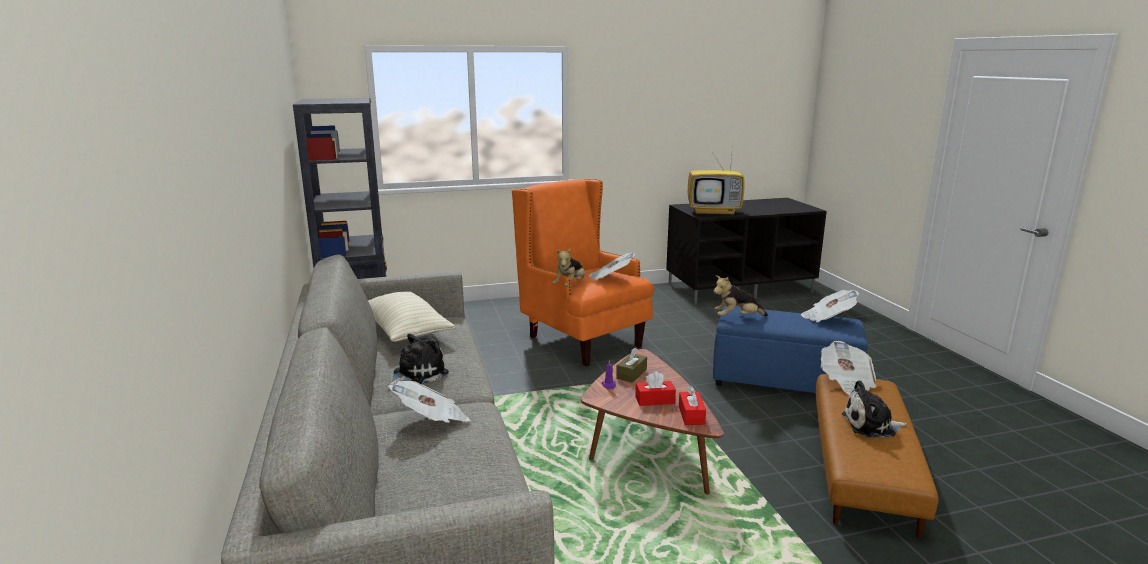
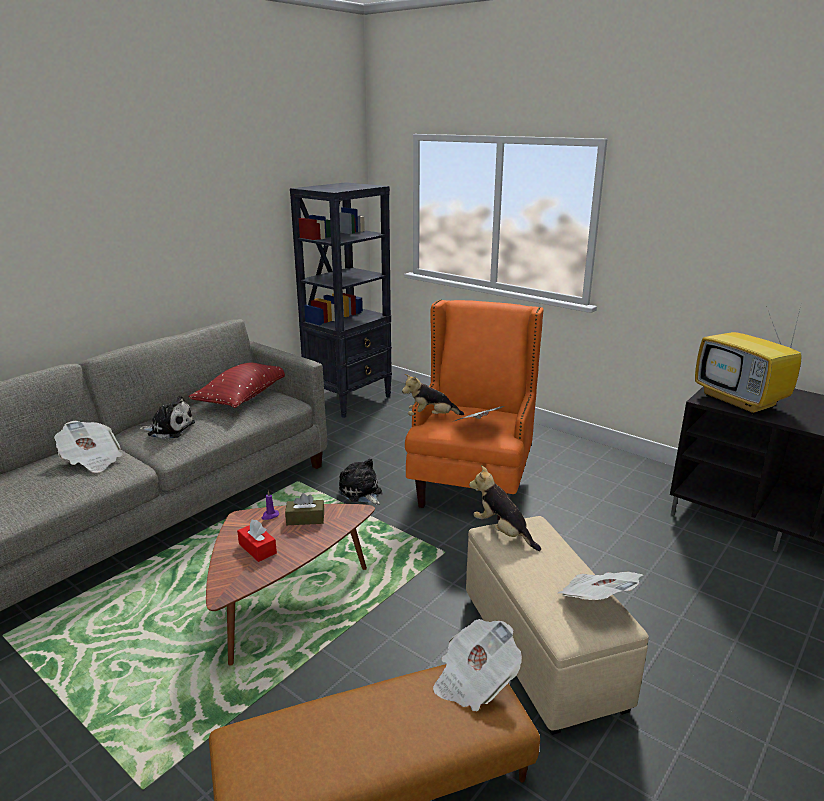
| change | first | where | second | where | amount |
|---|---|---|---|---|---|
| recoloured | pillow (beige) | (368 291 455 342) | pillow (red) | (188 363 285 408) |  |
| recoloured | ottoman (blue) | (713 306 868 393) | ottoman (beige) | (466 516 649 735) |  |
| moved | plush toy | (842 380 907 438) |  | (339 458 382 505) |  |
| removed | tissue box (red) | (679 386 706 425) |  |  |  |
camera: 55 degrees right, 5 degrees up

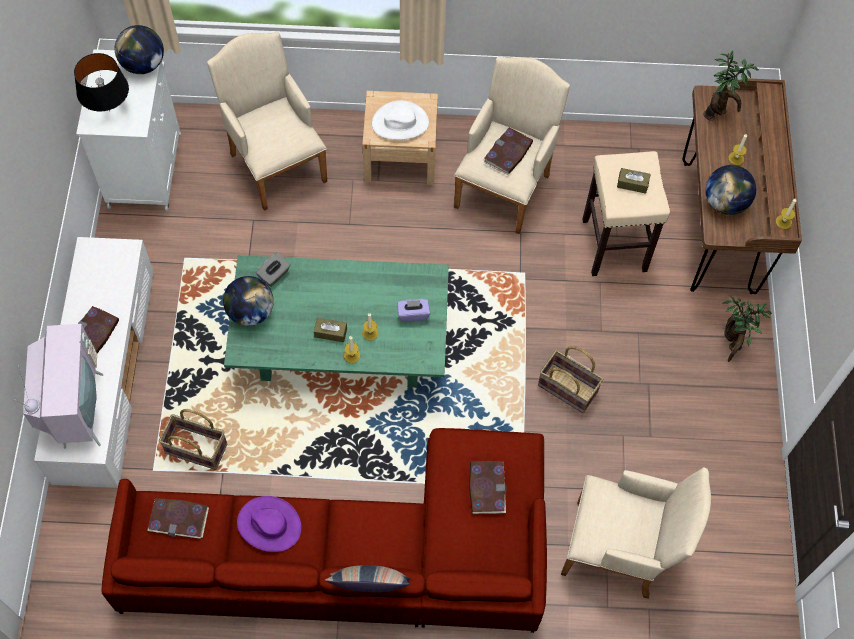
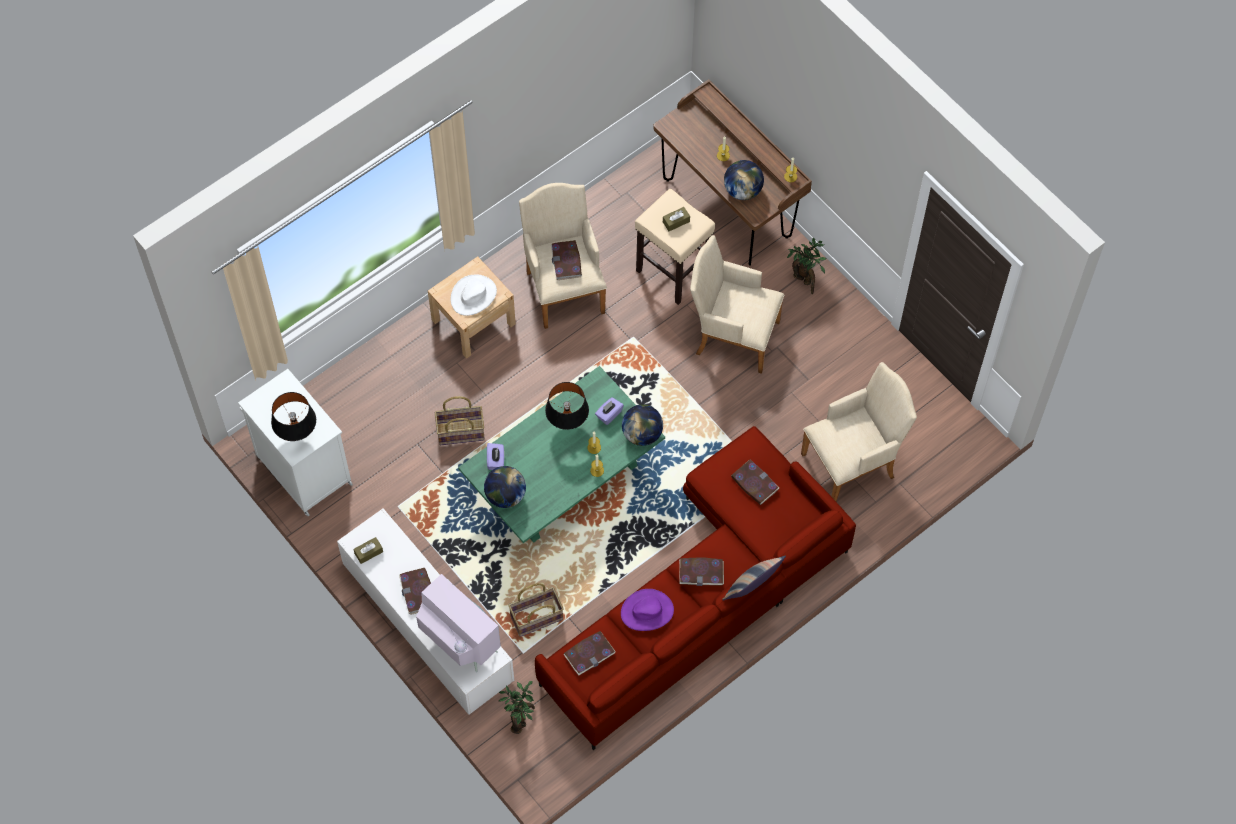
| change | first | where | second | where | amount |
|---|---|---|---|---|---|
| moved | globe | (115 25 164 74) |  | (622 404 663 446) |  |
| moved | armchair (beige) | (207 32 327 211) |  | (690 235 784 374) |  |
| moved | potted plant | (703 50 759 120) |  | (499 681 535 734) |  |
| recoloured | tissue box (grey) | (256 252 290 287) | tissue box (purple) | (487 443 504 470) |  |
| moved | tissue box (brown) | (314 318 347 342) |  | (353 537 383 564) |  |
| moved | basket | (538 346 603 413) |  | (435 396 485 445) |  |
| added |  |  | table lamp (black) | (545 382 589 430) |  |
| added |  |  | book | (679 557 724 586) |  |
camera: 40 degrees left, 0 degrees up

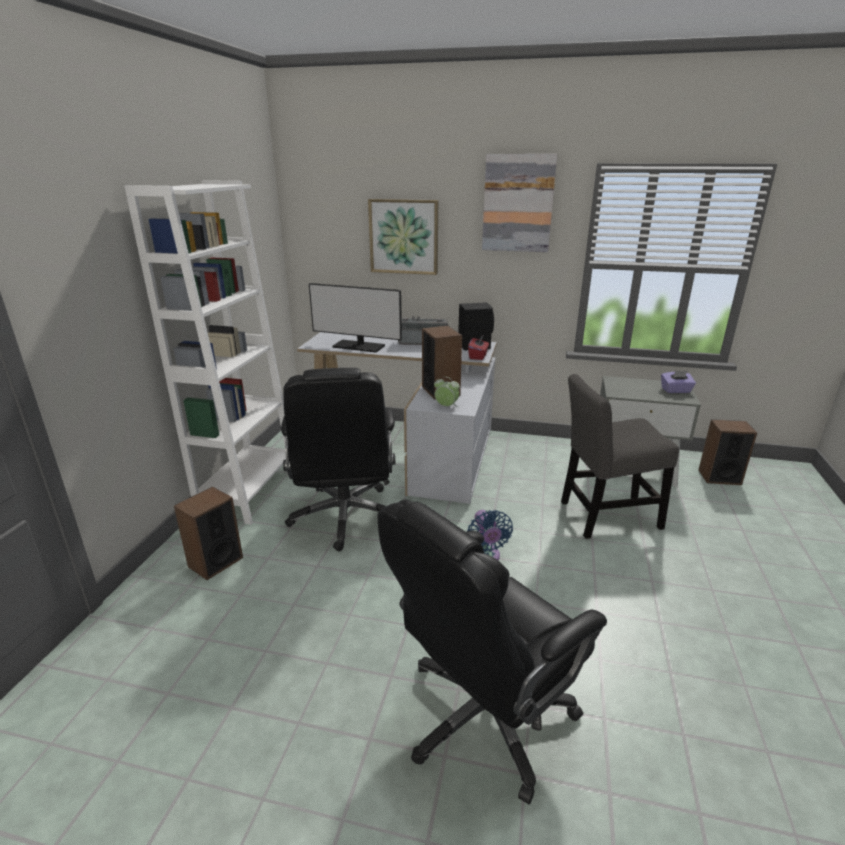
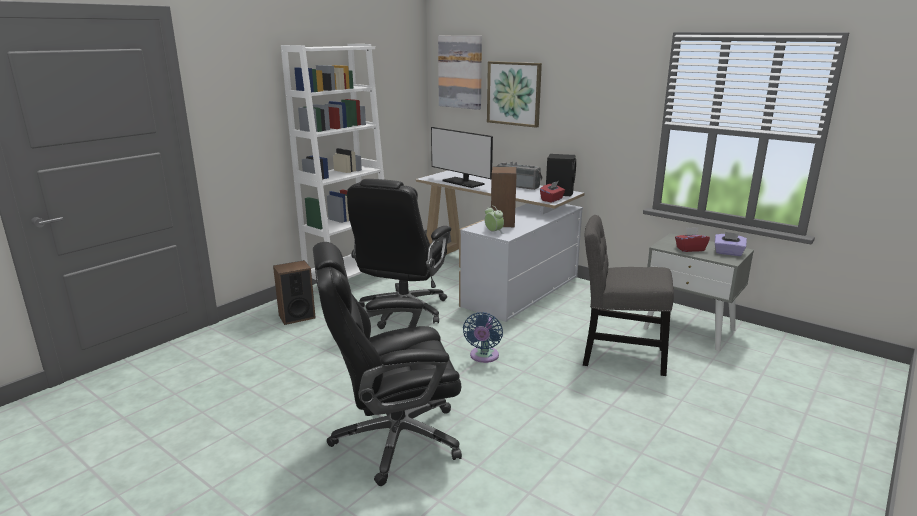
| change | first | where | second | where | amount |
|---|---|---|---|---|---|
| moved | picture | (482 154 557 252) |  | (438 36 482 110) |  |
| removed | speaker | (699 419 757 485) |  |  |  |
| added |  |  | tissue box (red) | (675 227 710 252) |  |
camera: 25 degrees right, 5 degrees down

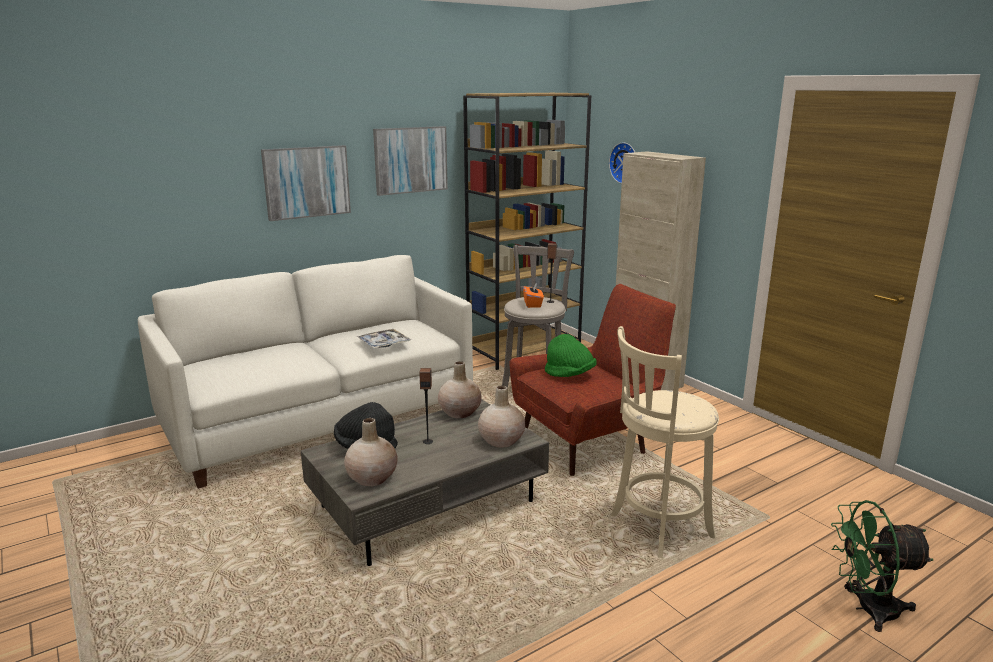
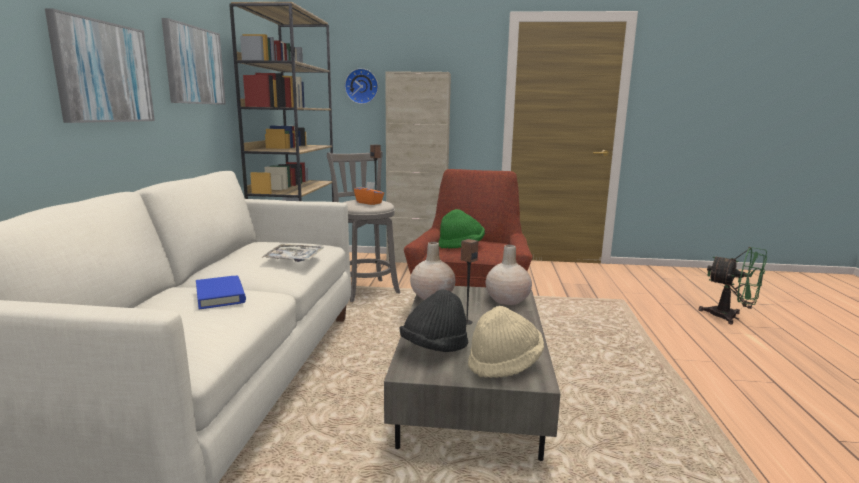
| change | first | where | second | where | amount |
|---|---|---|---|---|---|
| removed | stool (beige) | (610 326 719 558) |  |  |  |
| replaced | vase (beige) | (344 418 398 486) | hat (beige) | (468 306 544 378) |  |
| turned | fan (green) | (831 500 934 632) |  | (699 247 767 324) | 90 degrees counterclockwise |
| added |  |  | book (blue) | (196 275 246 309) |  |
camera: 50 degrees left, 5 degrees down

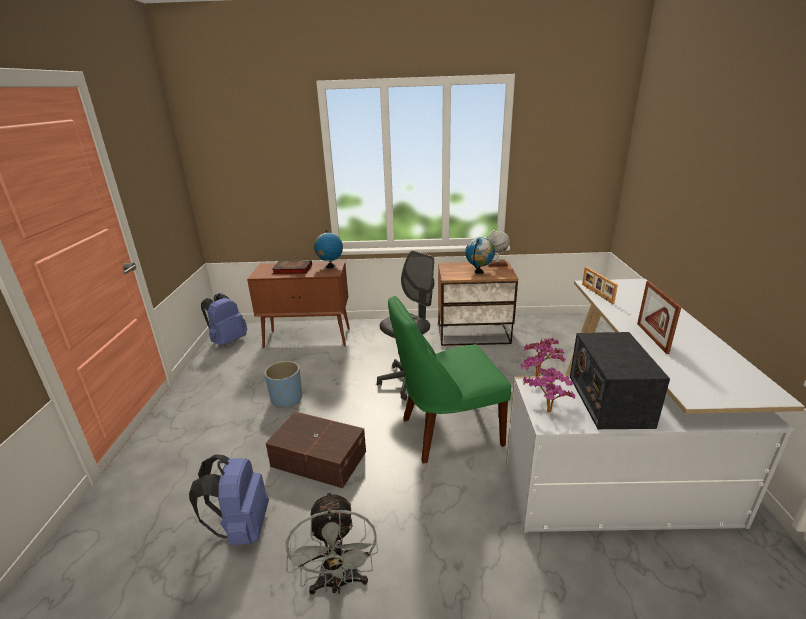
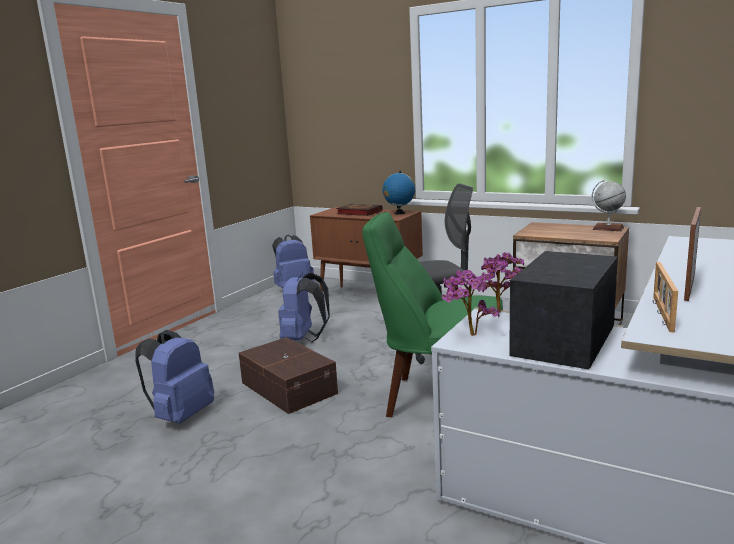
| change | first | where | second | where | amount |
|---|---|---|---|---|---|
| removed | globe | (465 237 495 274) |  |  |  |
| moved | picture frame | (582 267 618 304) |  | (653 262 678 332) |  |
| replaced | planter (blue) | (264 361 302 408) | backpack (blue) | (278 272 330 342) |  |
| removed | fan (grey) | (286 491 378 595) |  |  |  |
camera: 30 degrees right, 10 degrees down

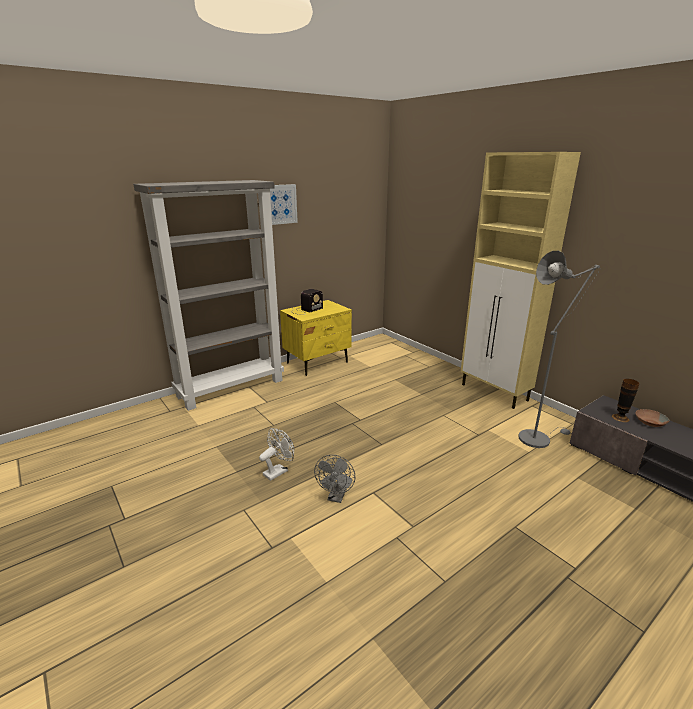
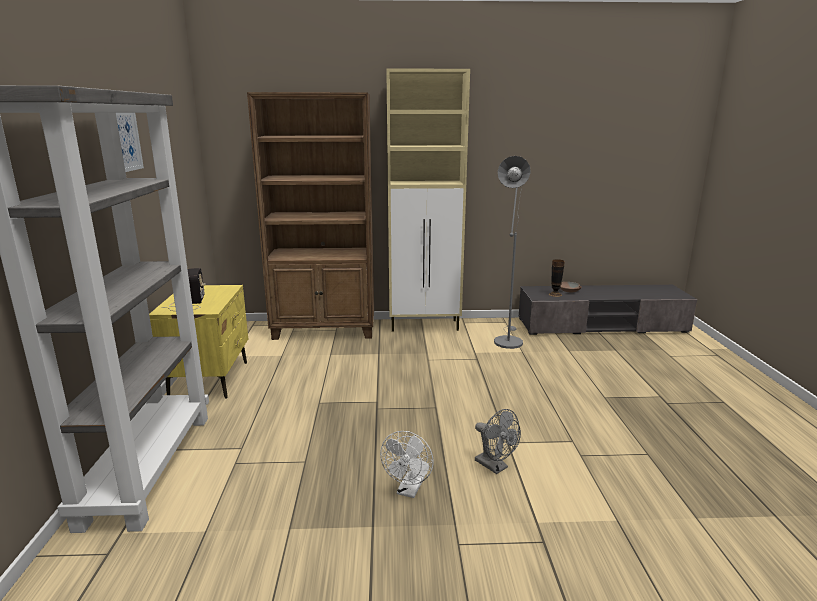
| change | first | where | second | where | amount |
|---|---|---|---|---|---|
| turned | fan (white) | (259 428 294 481) |  | (380 431 434 498) | 150 degrees counterclockwise |
| added |  |  | bookcase (brown) | (247 92 374 340) |  |
camera: 55 degrees left, 5 degrees down

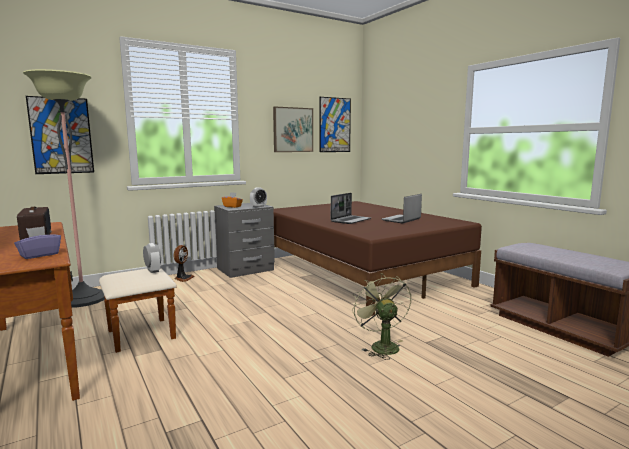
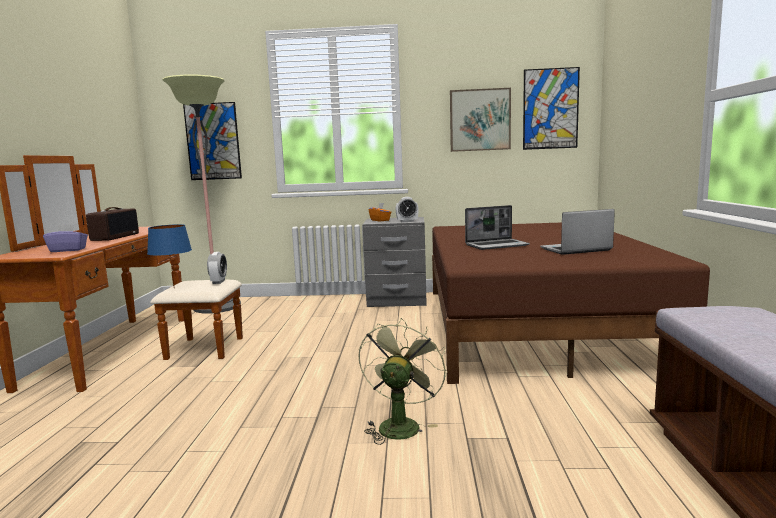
| change | first | where | second | where | amount |
|---|---|---|---|---|---|
| removed | fan | (174 245 195 282) |  |  |  |
| added |  |  | table lamp (blue) | (147 224 192 285) |  |
camera: 35 degrees right, 0 degrees up

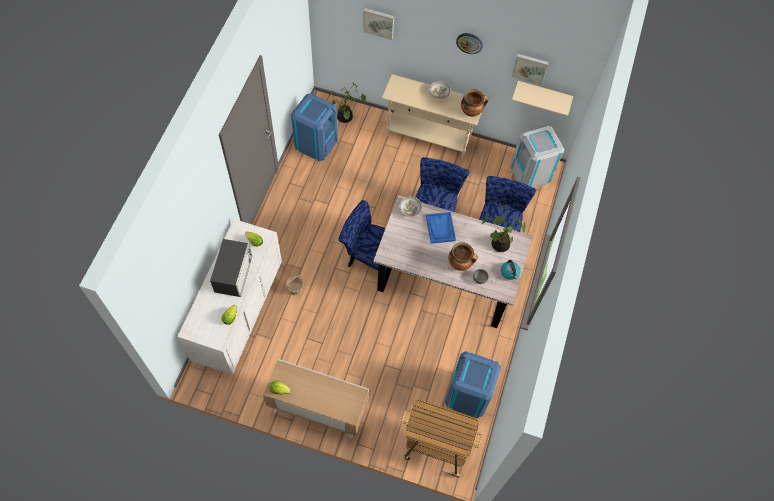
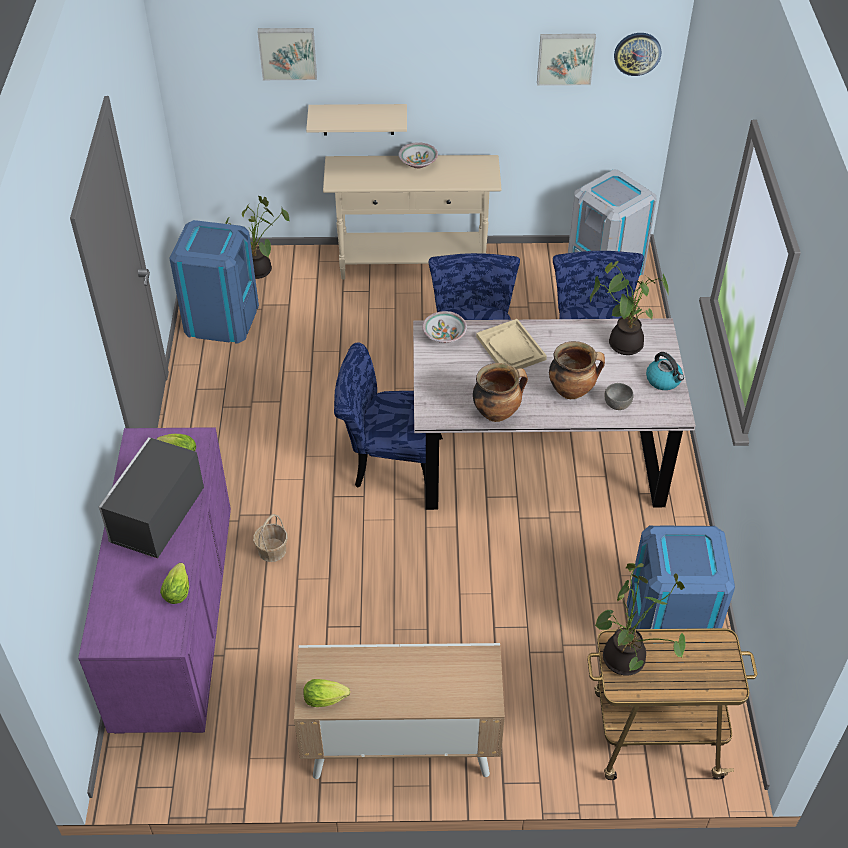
| change | first | where | second | where | amount |
|---|---|---|---|---|---|
| moved | wall clock | (456 33 483 54) |  | (614 33 661 76) |  |
| moved | shelf (beige) | (512 81 573 116) |  | (306 104 407 136) |  |
| moved | cooking pot | (461 89 488 117) |  | (473 363 528 422) |  |
| recoloured | tray (blue) | (426 212 456 244) | tray (beige) | (476 319 547 369) |  |
| recoloured | dresser (white) | (177 219 282 375) | dresser (purple) | (78 427 231 734) |  |
| turned | microwave | (210 239 253 297) |  | (99 437 204 558) | 150 degrees counterclockwise |
| added |  |  | potted plant | (594 563 686 675) |  |
camera: 15 degrees left, 15 degrees down

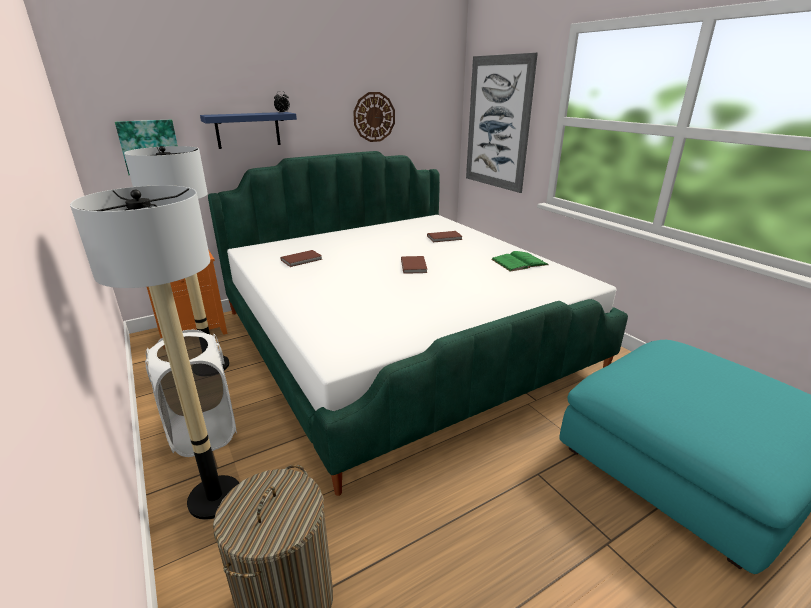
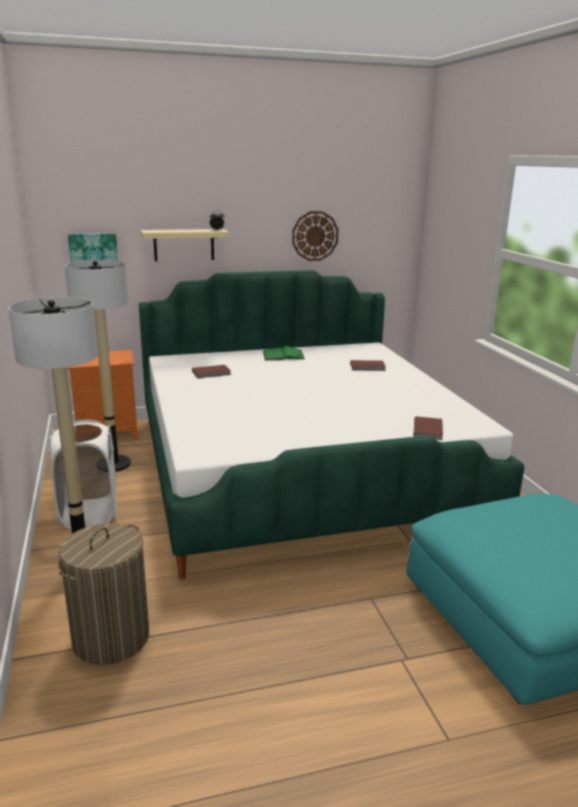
| change | first | where | second | where | amount |
|---|---|---|---|---|---|
| removed | picture | (466 53 538 193) |  |  |  |
| recoloured | shelf (blue) | (200 112 297 149) | shelf (beige) | (141 229 229 261) |  |
| moved | book (green) | (491 251 548 271) |  | (263 346 305 360) |  |
| moved | book (brown) | (401 256 427 274) |  | (413 416 443 440) |  |
camera: 15 degrees right, 5 degrees down

